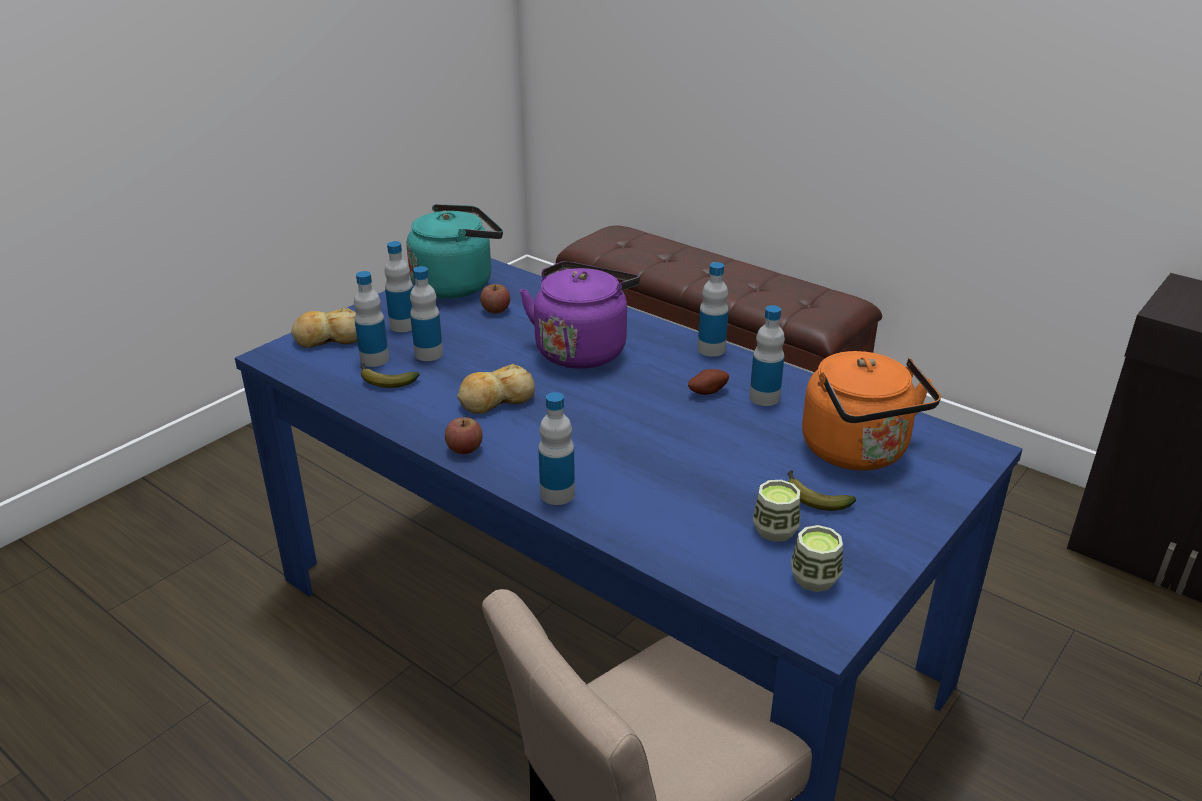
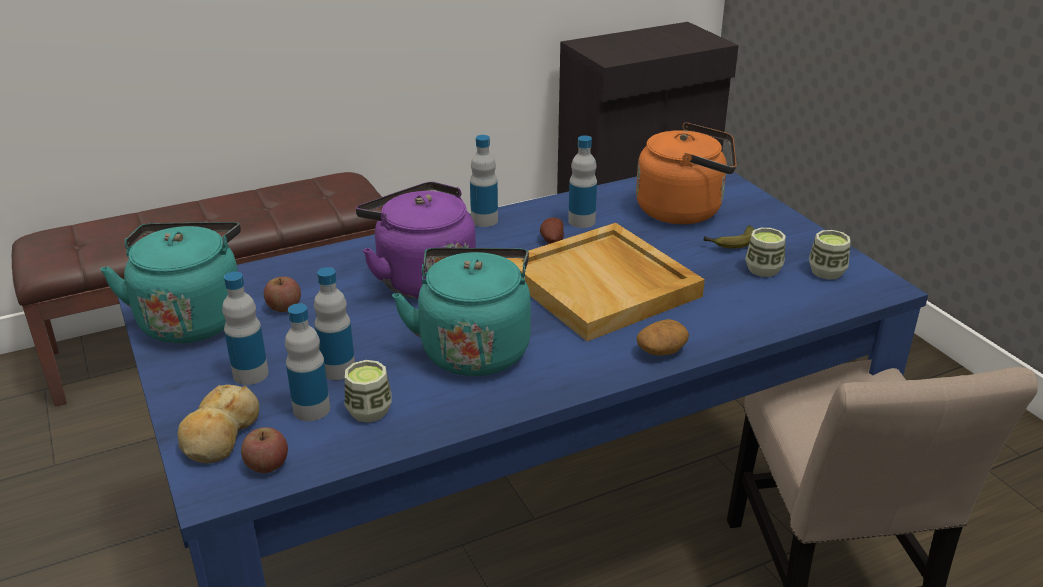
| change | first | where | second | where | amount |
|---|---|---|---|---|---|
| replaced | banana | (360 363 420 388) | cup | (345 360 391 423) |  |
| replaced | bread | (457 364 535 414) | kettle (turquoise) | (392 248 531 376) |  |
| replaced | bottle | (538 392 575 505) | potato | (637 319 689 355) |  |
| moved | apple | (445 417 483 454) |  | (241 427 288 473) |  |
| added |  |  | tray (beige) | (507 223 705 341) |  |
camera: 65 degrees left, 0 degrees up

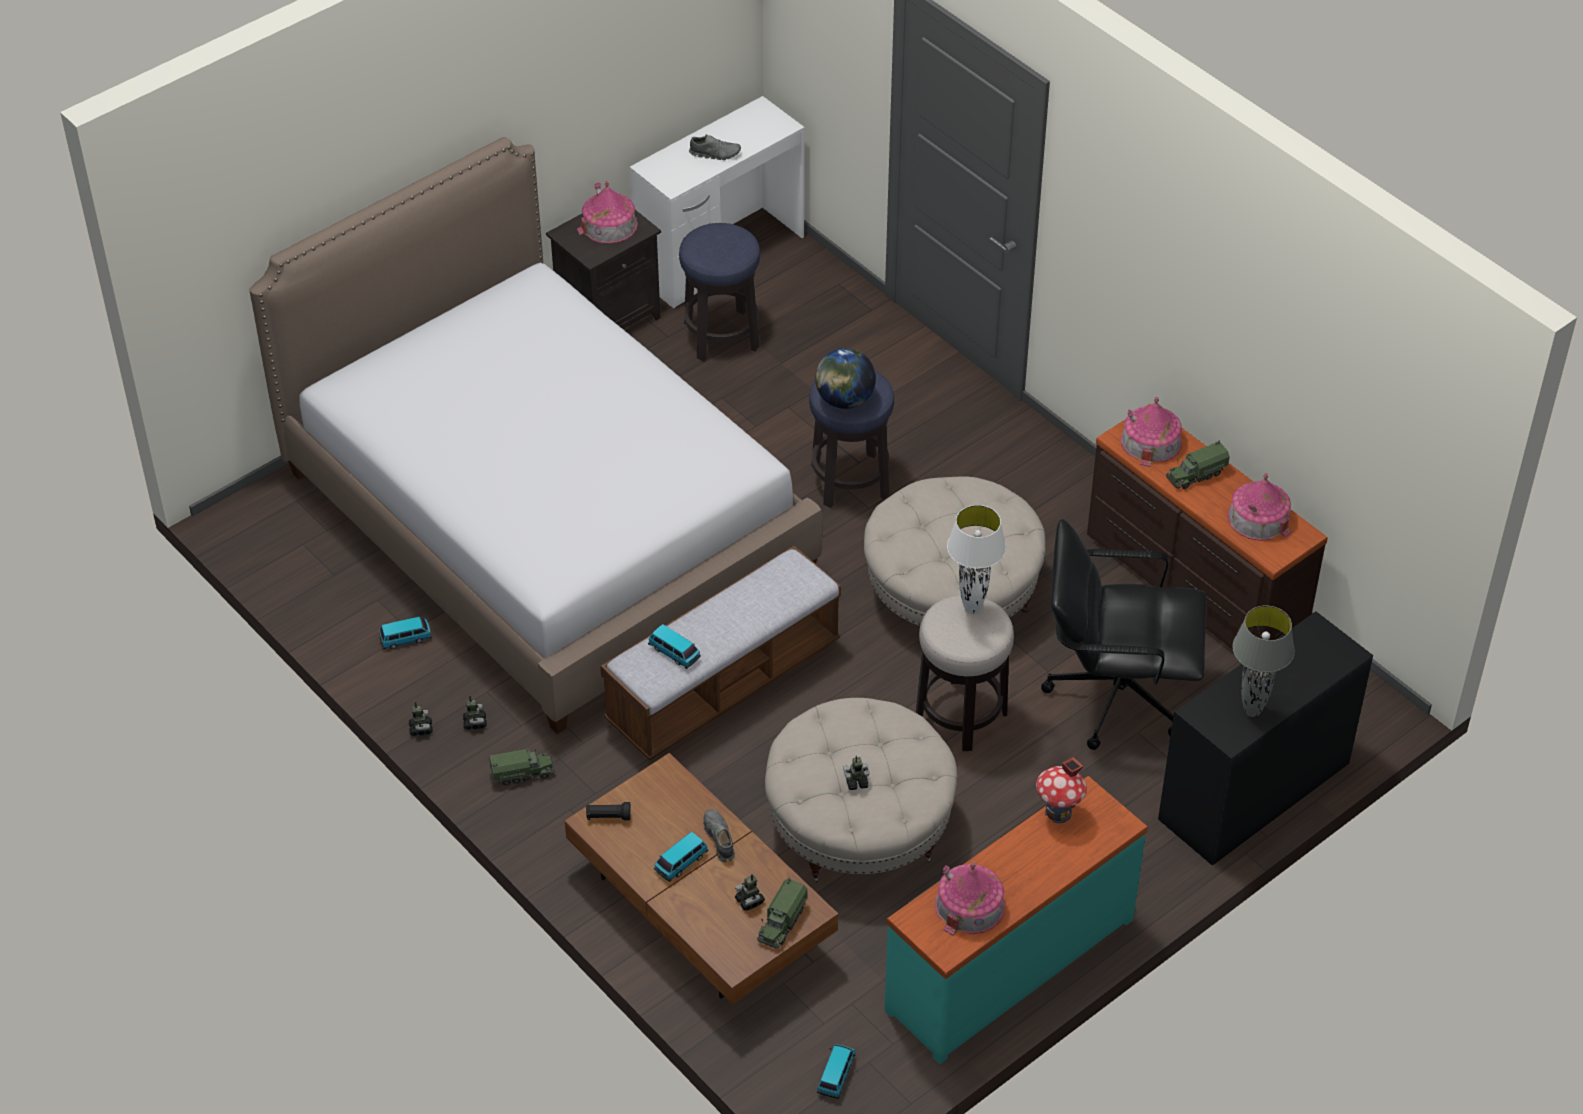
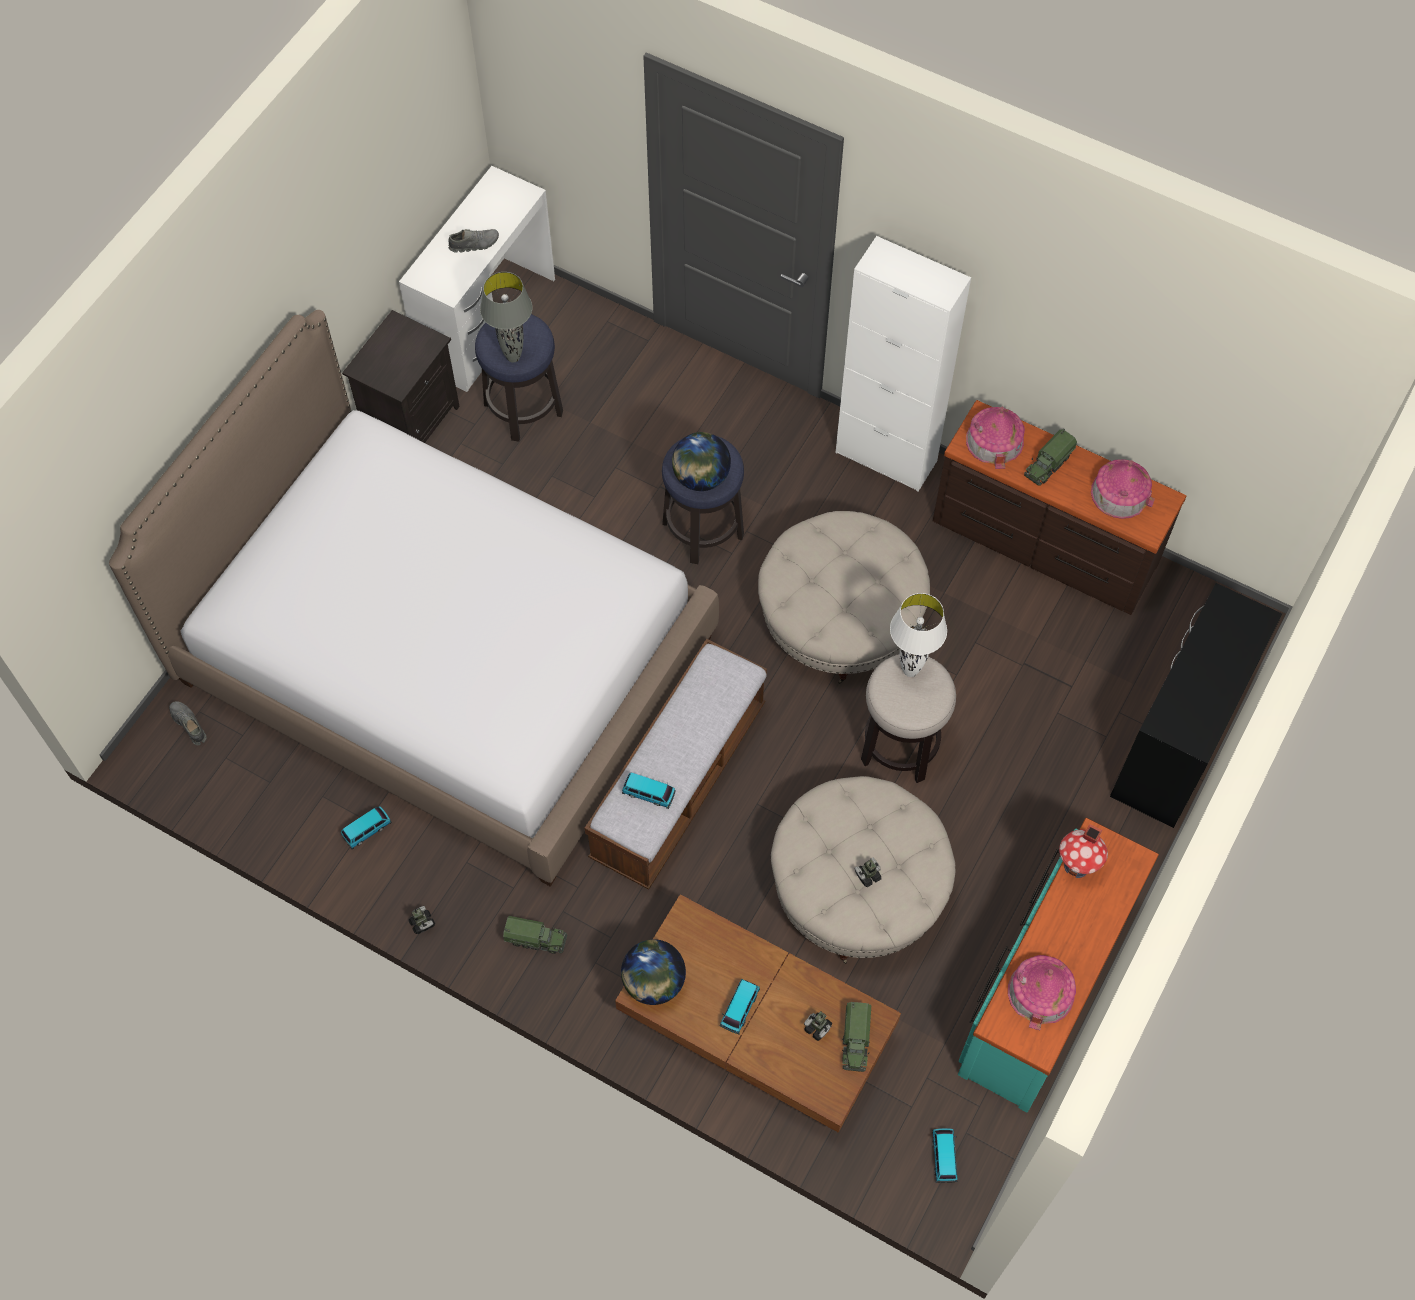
| change | first | where | second | where | amount |
|---|---|---|---|---|---|
| removed | toy house | (577 181 638 244) |  |  |  |
| removed | office chair (black) | (1041 519 1207 750) |  |  |  |
| moved | table lamp (grey) | (1232 606 1295 717) |  | (480 272 533 363) |  |
| removed | toy robot | (463 695 487 730) |  |  |  |
| turned | toy truck | (489 749 555 786) |  | (503 916 567 954) | 45 degrees clockwise |
| replaced | flashlight (black) | (586 802 631 821) | globe | (621 939 686 1005) |  |
| moved | shoe (grey) | (703 809 735 862) |  | (169 701 207 745) |  |
| added |  |  | cabinet (white) | (835 236 971 491) |  |
camera: 20 degrees left, 15 degrees up

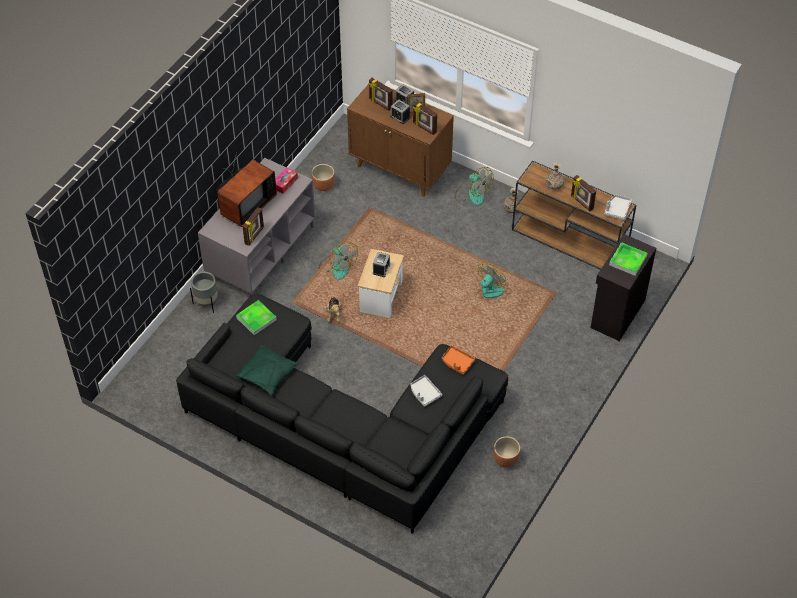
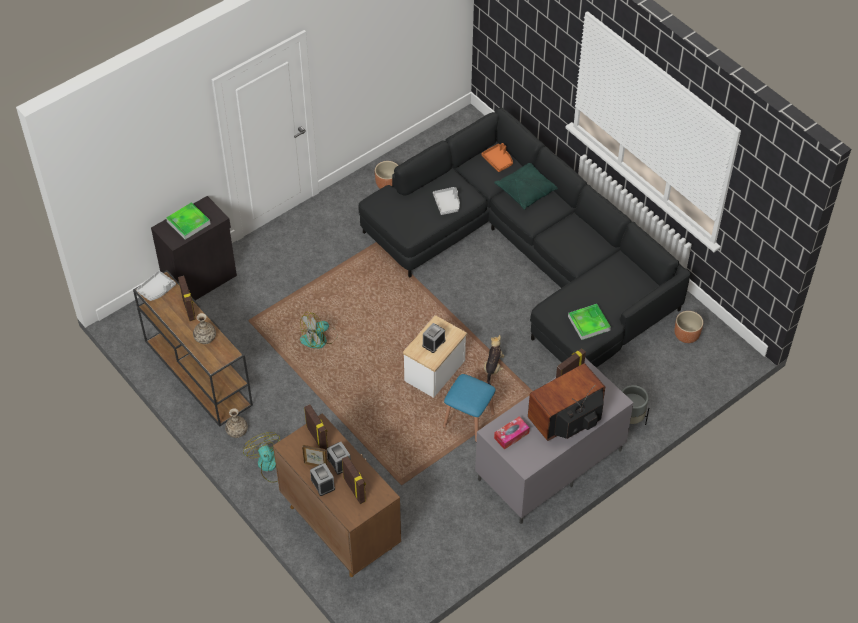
| change | first | where | second | where | amount |
|---|---|---|---|---|---|
| moved | planter (brown) | (311 164 334 191) |  | (674 311 703 343) |  |
| replaced | fan | (318 242 358 280) | stool (blue) | (443 374 496 441) |  |
| moved | pillow (green) | (235 345 299 396) |  | (494 163 558 210) |  |
| moved | tray (orange) | (442 345 475 375) |  | (481 143 513 172) |  |
camera: 160 degrees left, 0 degrees up

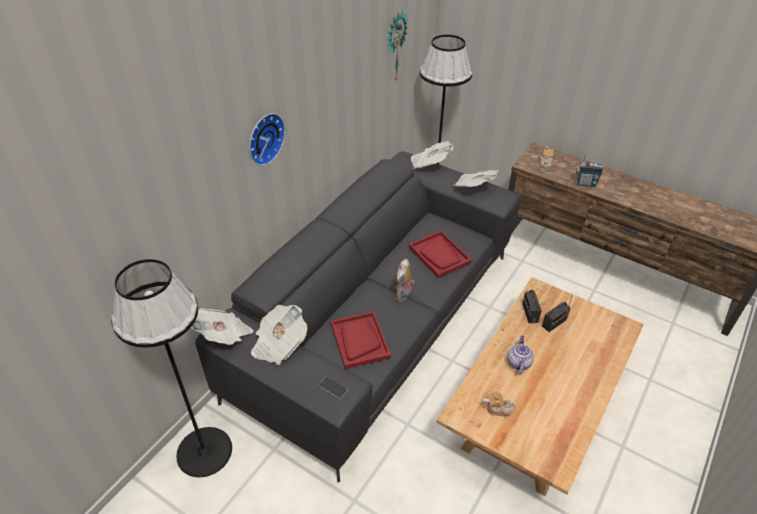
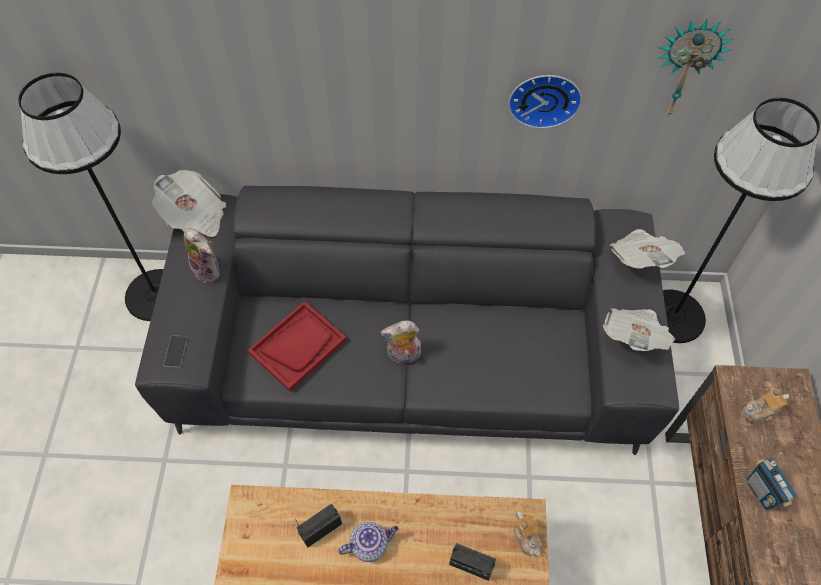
| change | first | where | second | where | amount |
|---|---|---|---|---|---|
| moved | wall clock | (249 113 285 166) |  | (508 75 582 129) |  |
| removed | tray (red) | (409 231 472 278) |  |  |  |
| moved | radio | (522 290 542 323) |  | (295 504 342 548) |  |
| replaced | newspaper | (251 305 307 365) | plush toy | (184 228 220 283) |  |
| moved | teapot | (482 391 518 417) |  | (514 511 542 556) |  |
camera: 60 degrees right, 15 degrees up

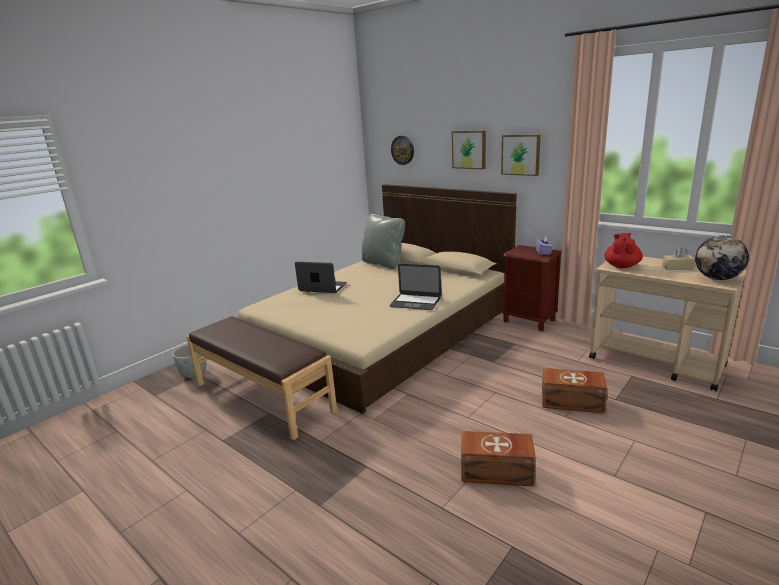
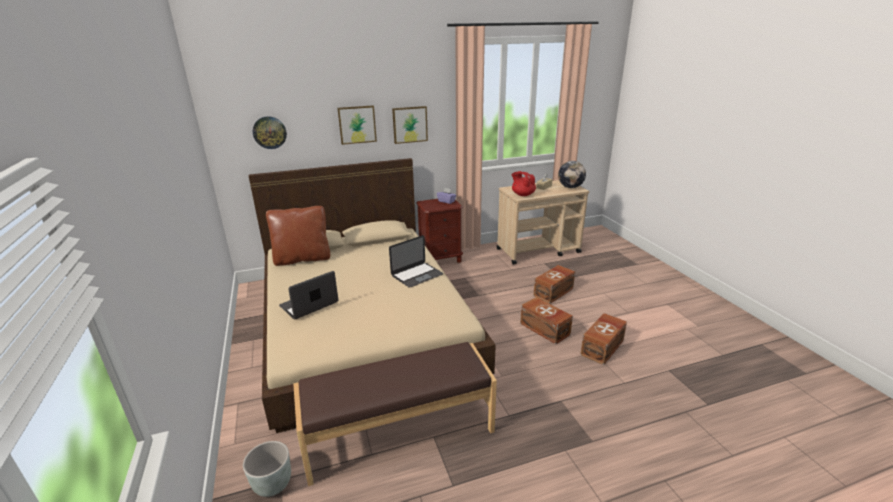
| change | first | where | second | where | amount |
|---|---|---|---|---|---|
| recoloured | pillow (grey) | (362 214 405 269) | pillow (brown) | (266 206 330 266) |  |
| added |  |  | storage box (brown) | (520 297 573 344) |  |
camera: 60 degrees left, 5 degrees up

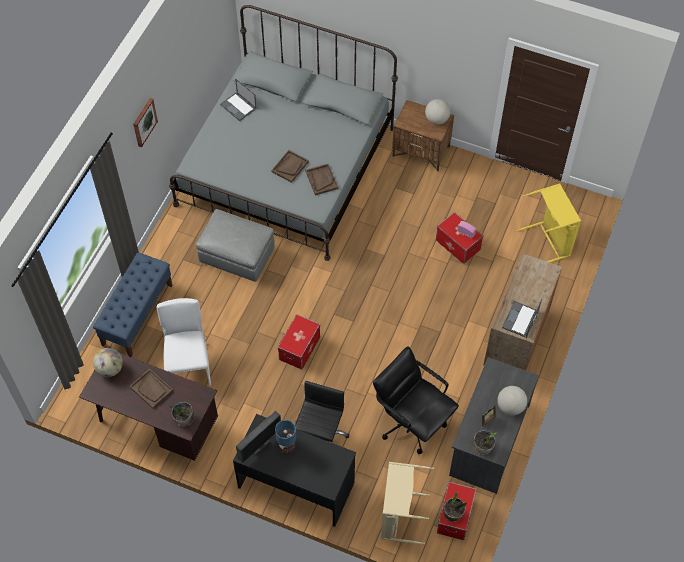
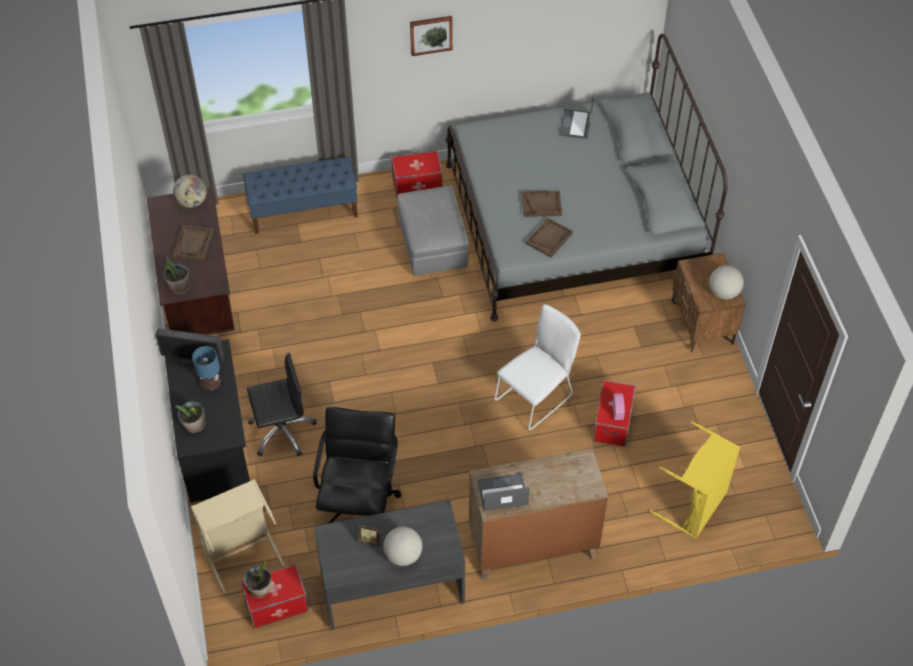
| change | first | where | second | where | amount |
|---|---|---|---|---|---|
| moved | chair (white) | (156 298 211 386) |  | (494 304 581 430) |  |
| moved | storage box | (278 314 320 370) |  | (391 151 443 198) |  |
| moved | potted plant | (474 430 496 455) |  | (175 401 205 433) |  |
camera: 55 degrees right, 5 degrees down

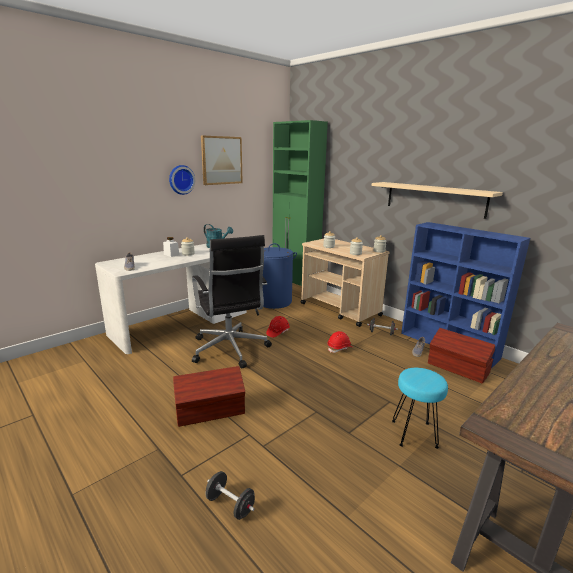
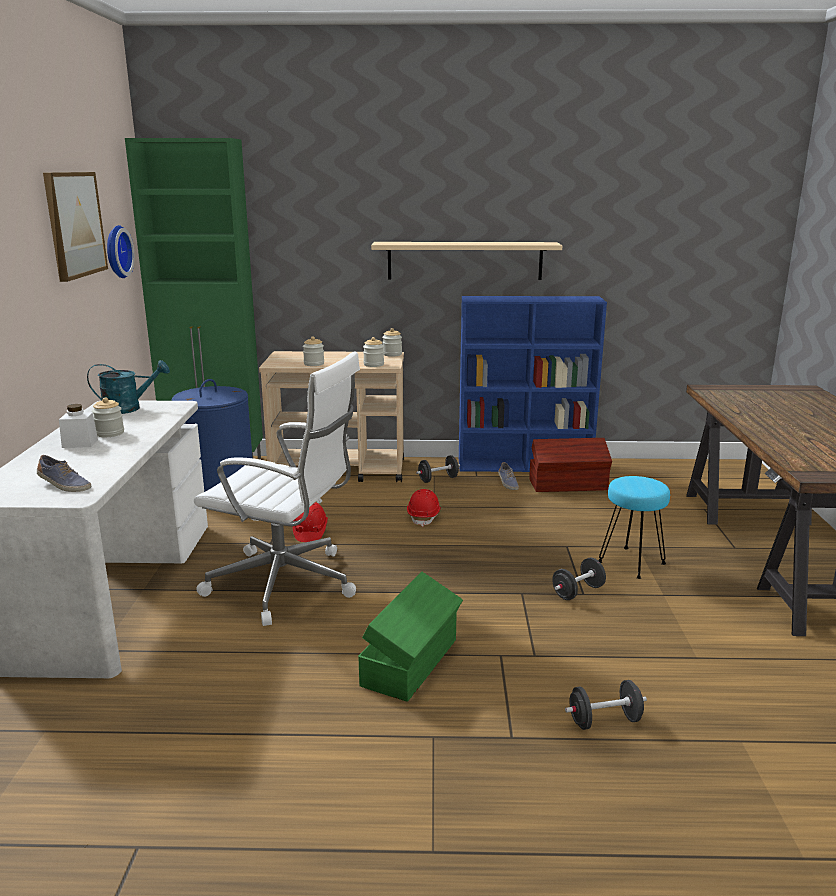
| change | first | where | second | where | amount |
|---|---|---|---|---|---|
| moved | wall clock | (169 165 195 195) |  | (107 225 135 278) |  |
| recoloured | office chair (black) | (192 235 272 368) | office chair (white) | (194 351 360 626) |  |
| recoloured | storage box (brown) | (173 366 245 427) | storage box (green) | (358 572 463 702) |  |
| added |  |  | dumbbell (black) | (552 557 606 600) |  |
camera: 45 degrees left, 0 degrees up

